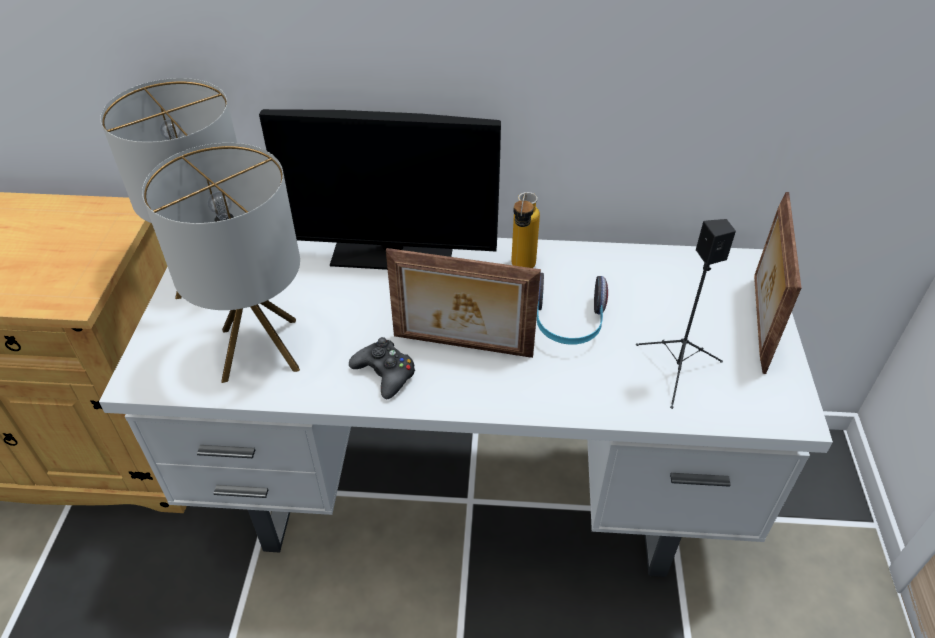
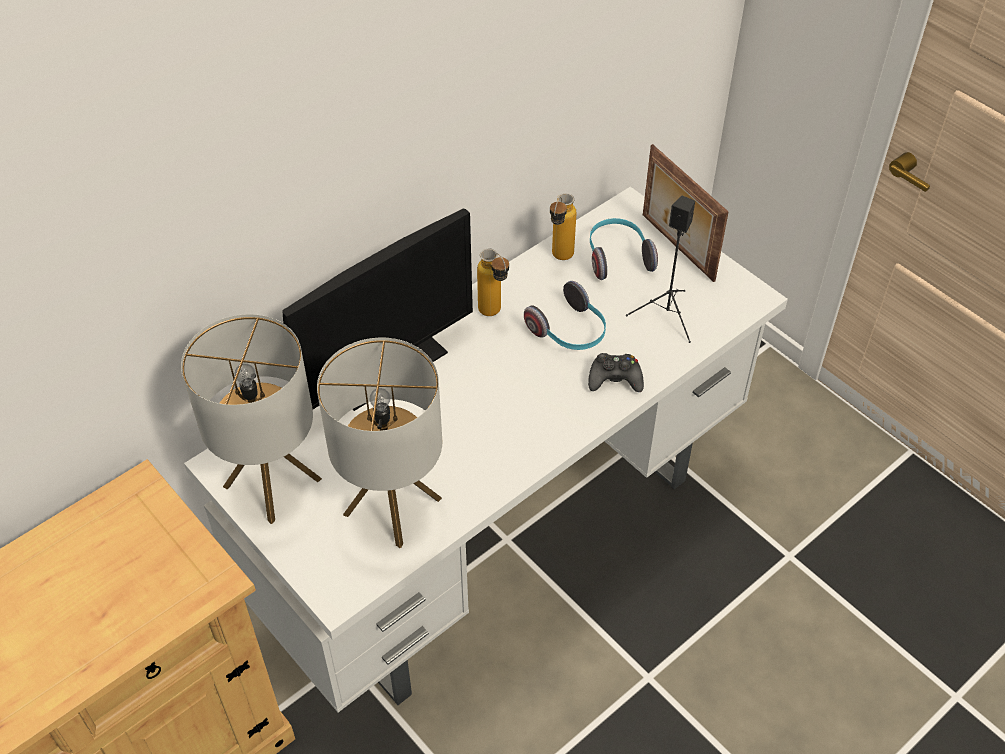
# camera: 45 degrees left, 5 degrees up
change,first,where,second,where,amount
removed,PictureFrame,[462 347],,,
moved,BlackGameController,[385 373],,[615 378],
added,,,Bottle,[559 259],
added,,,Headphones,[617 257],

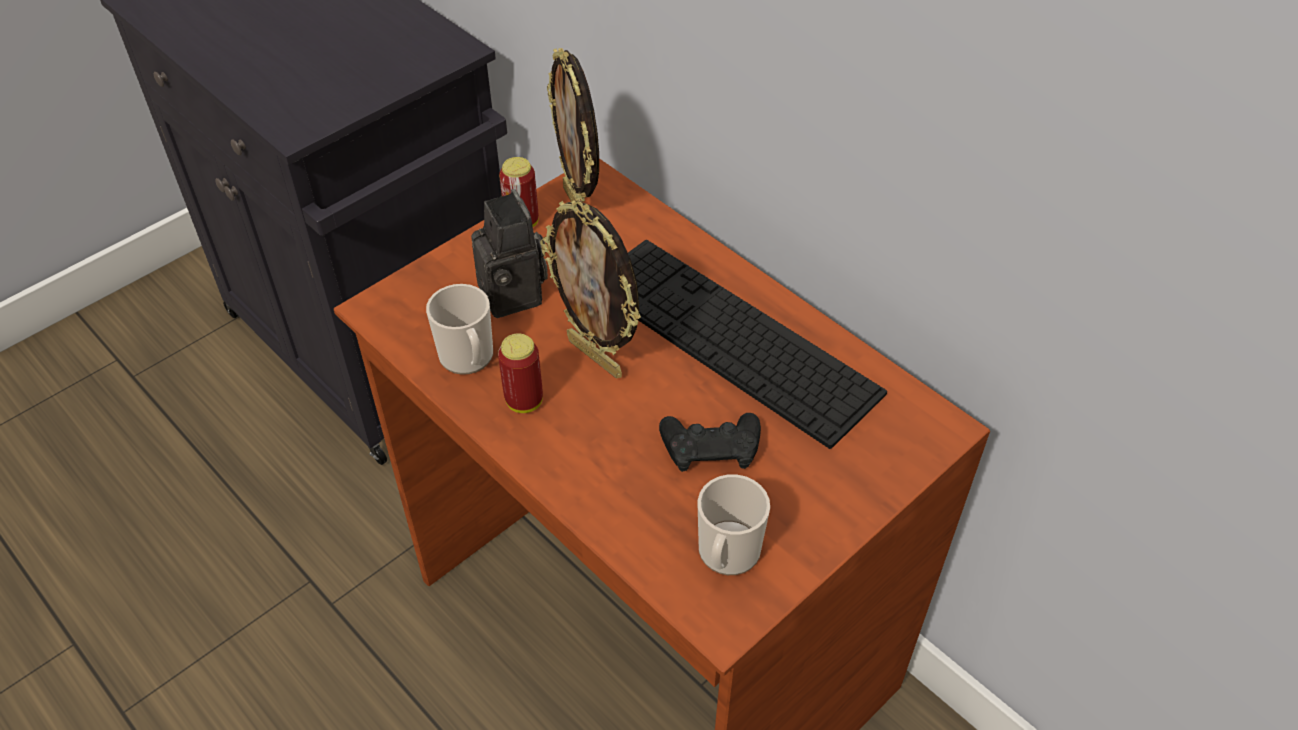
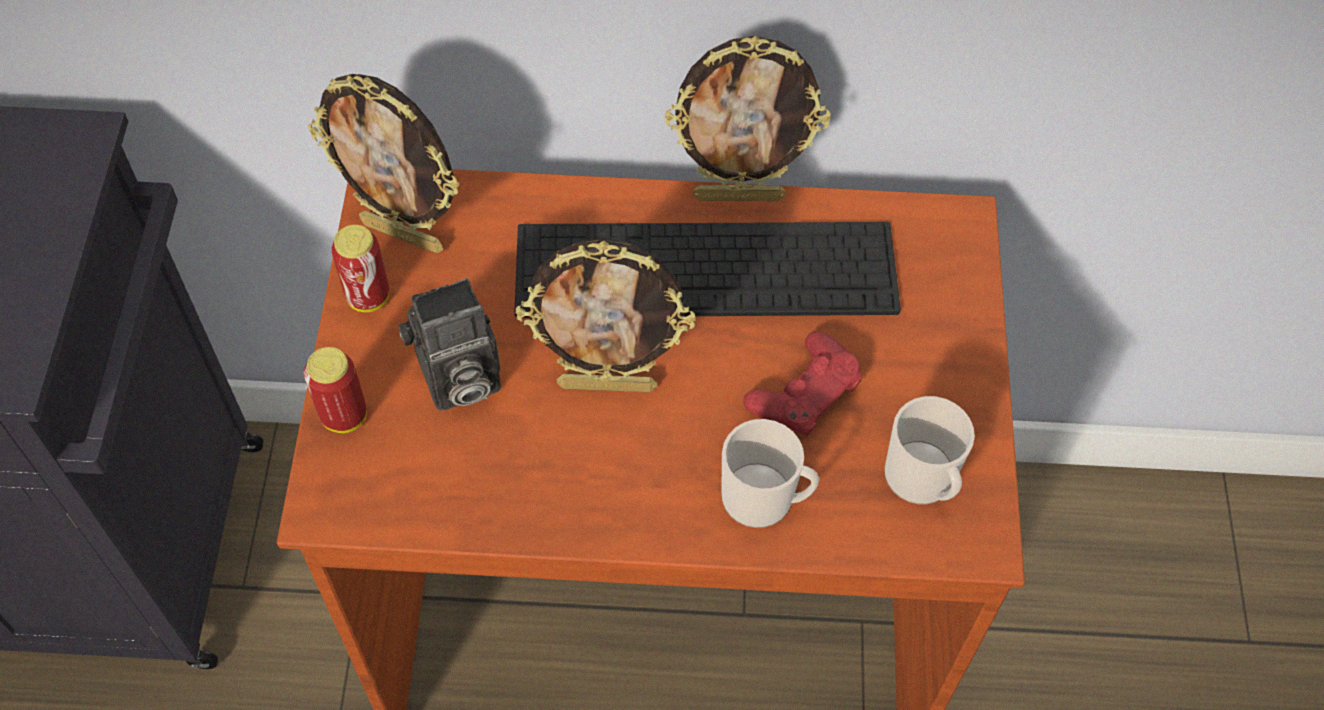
# camera: 45 degrees left, 10 degrees up
change,first,where,second,where,amount
turned,PhotoCamera,[516 296],,[457 381],135 degrees clockwise
moved,Mug,[468 359],,[765 499],
moved,Can,[524 401],,[344 416],
recoloured,BlackGameController,[711 447],RedGameController,[804 393],
added,,,PictureFrame,[739 195],

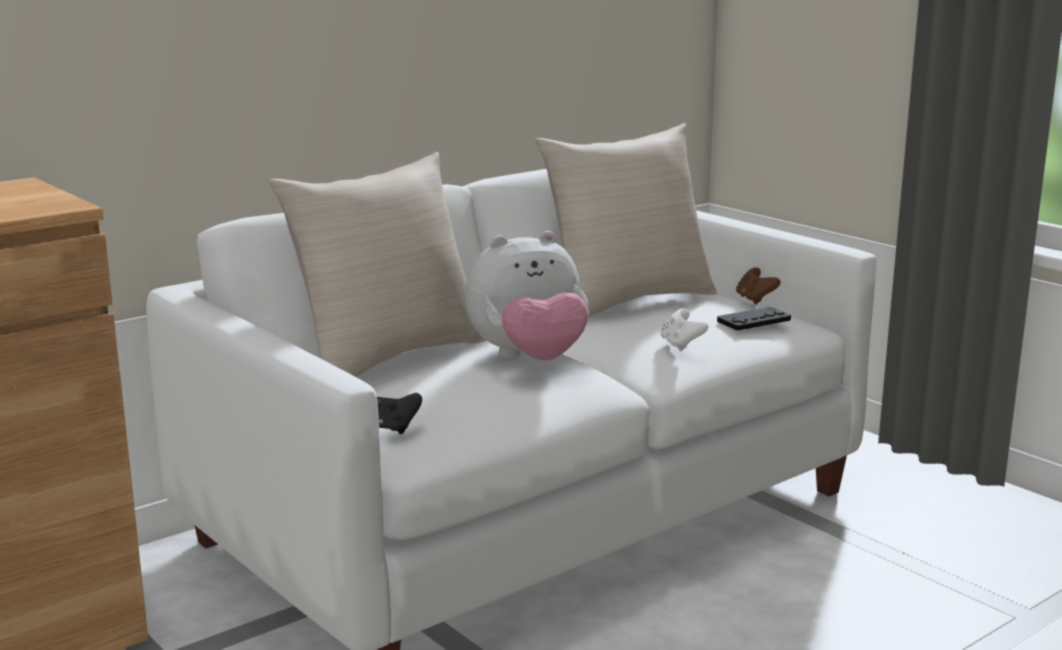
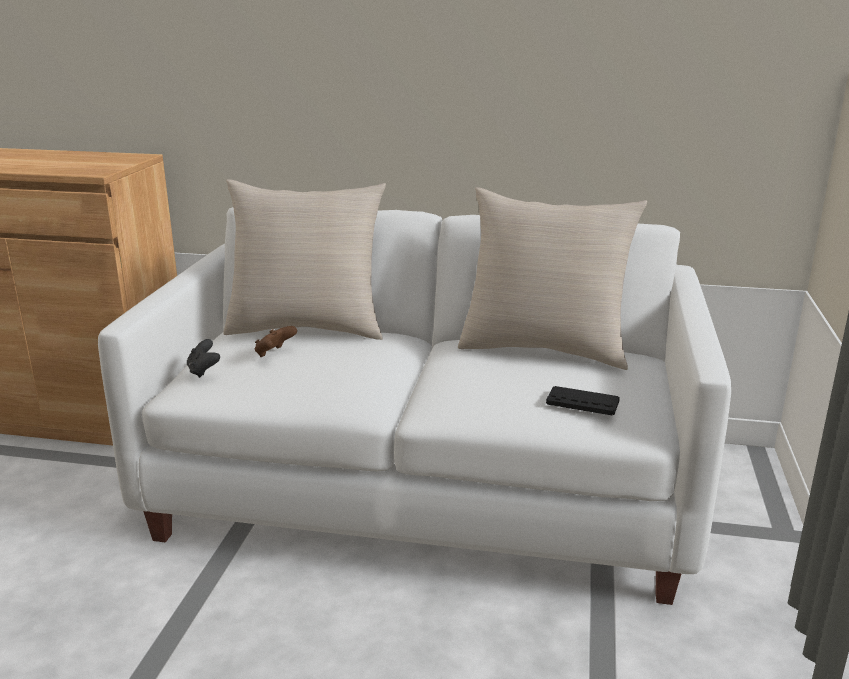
# camera: 50 degrees right, 5 degrees up
change,first,where,second,where,amount
removed,PlushToy,[529 359],,,
moved,BrownGameController,[755 300],,[274 354],
removed,WhiteGameController,[681 345],,,

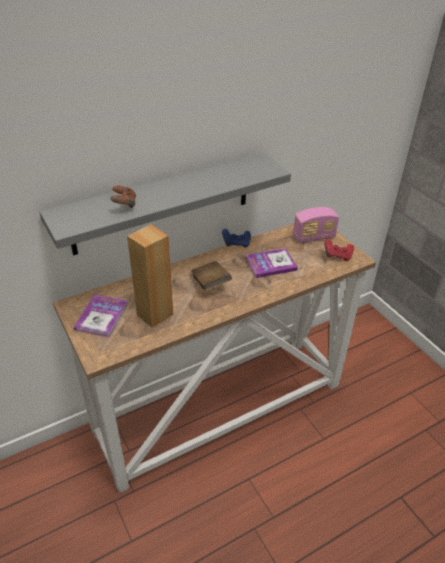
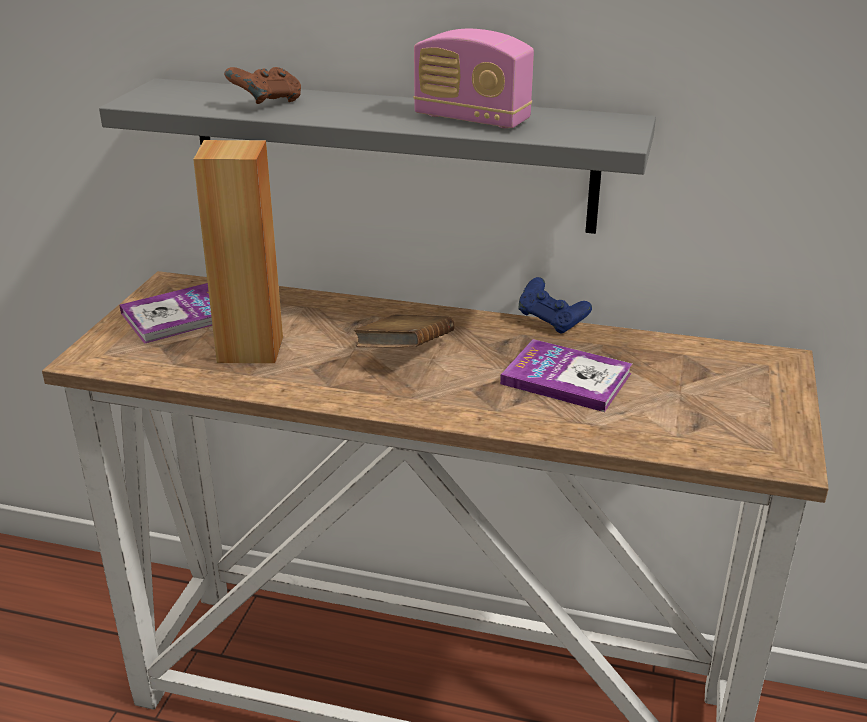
# camera: 45 degrees right, 10 degrees down
change,first,where,second,where,amount
moved,Radio,[313 237],,[471 119],
removed,RedGameController,[337 256],,,

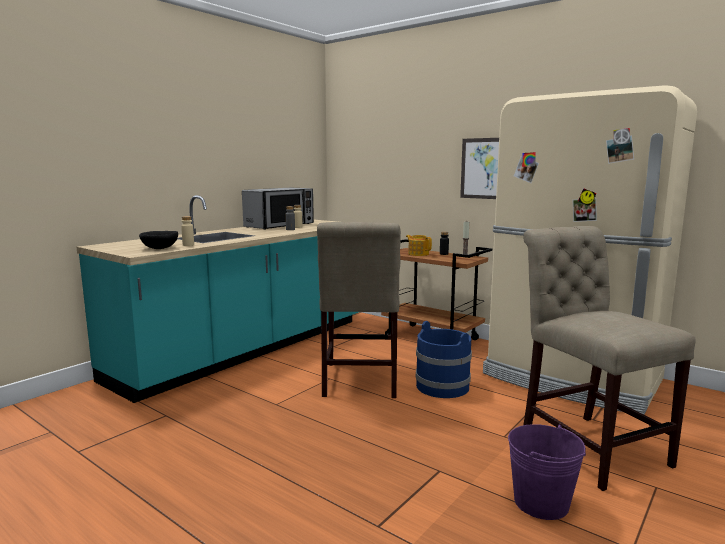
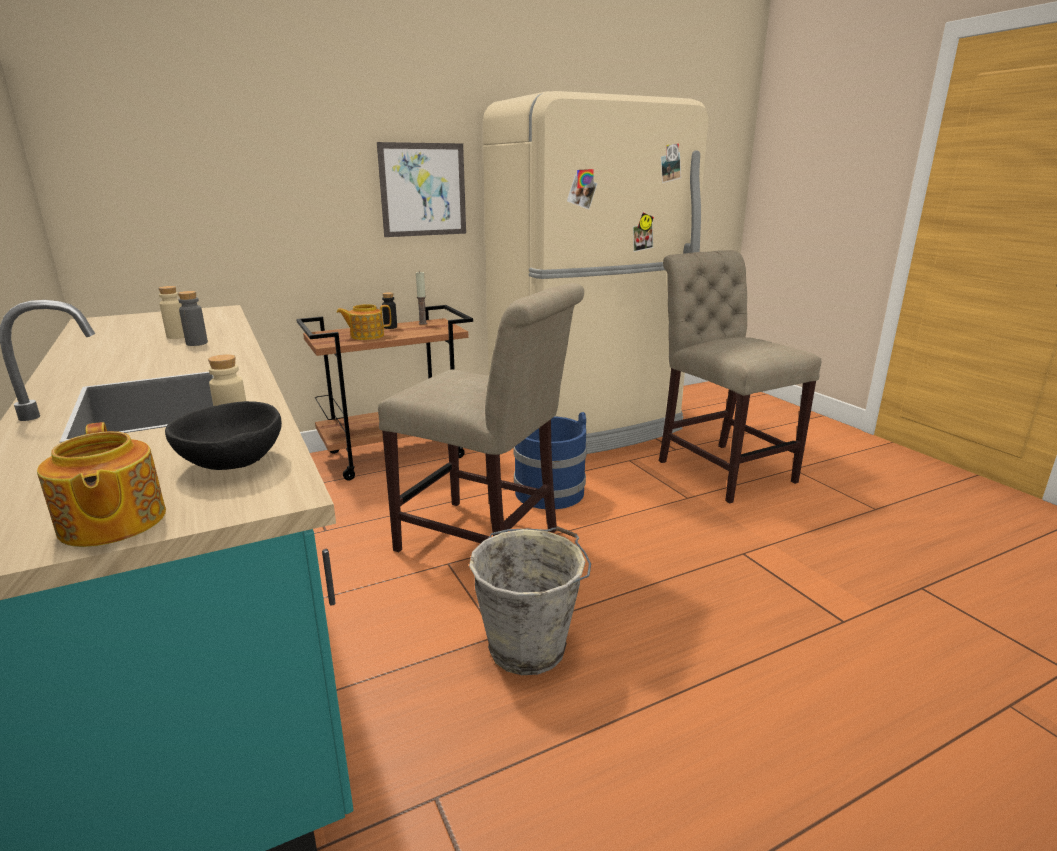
# camera: 65 degrees left, 10 degrees up
change,first,where,second,where,amount
removed,Microwave,[280 225],,,
turned,BeigeChair,[588 445],,[720 468],60 degrees clockwise
removed,PurpleBucket,[541 502],,,
added,,,Teapot,[111 523],
added,,,GreyBucket,[529 646],

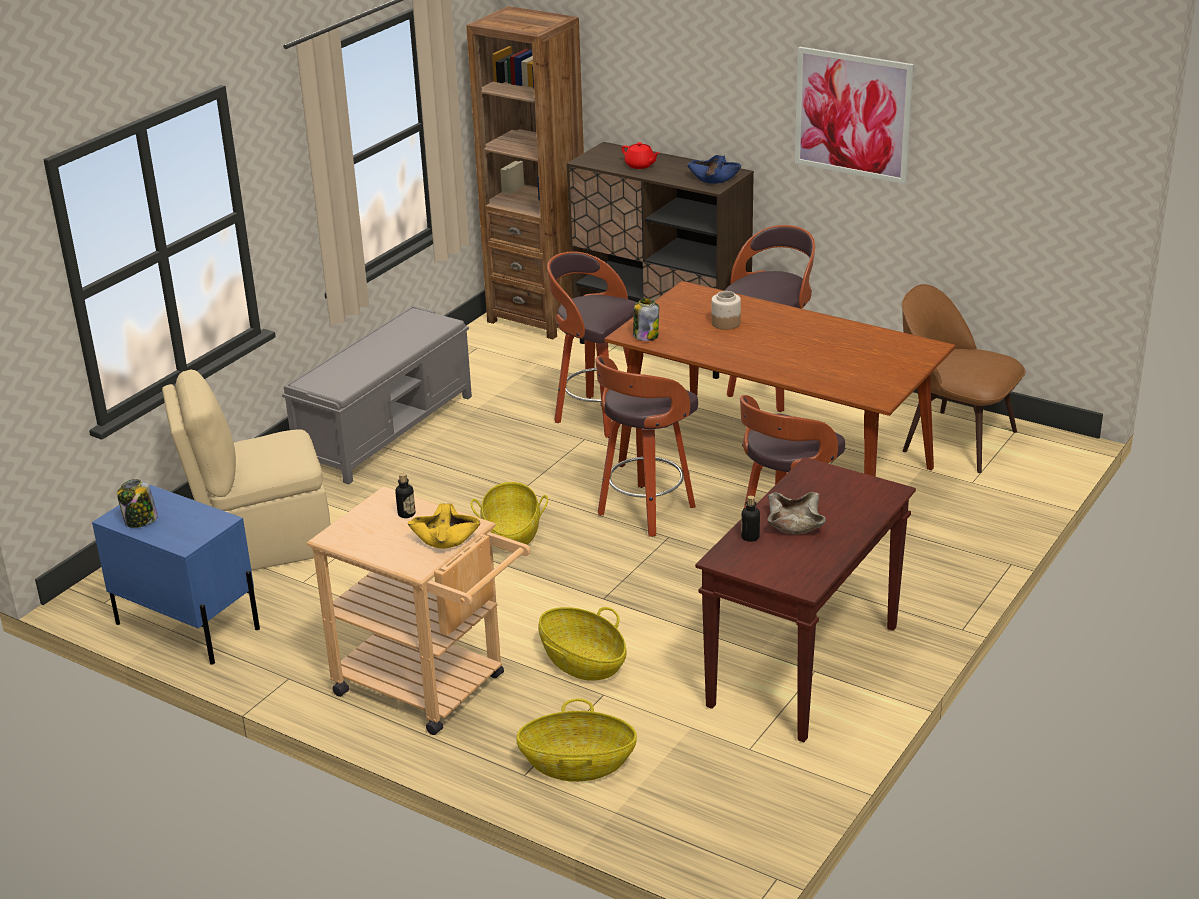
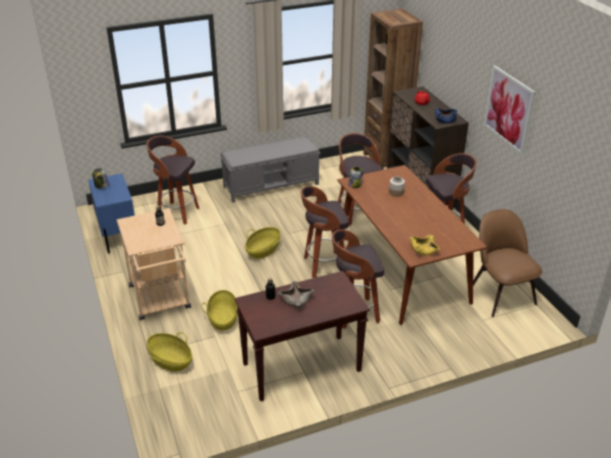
# camera: 35 degrees right, 5 degrees up
change,first,where,second,where,amount
replaced,BeigeChair,[261 543],Stool,[177 213],
moved,YellowBowl,[445 537],,[424 249],

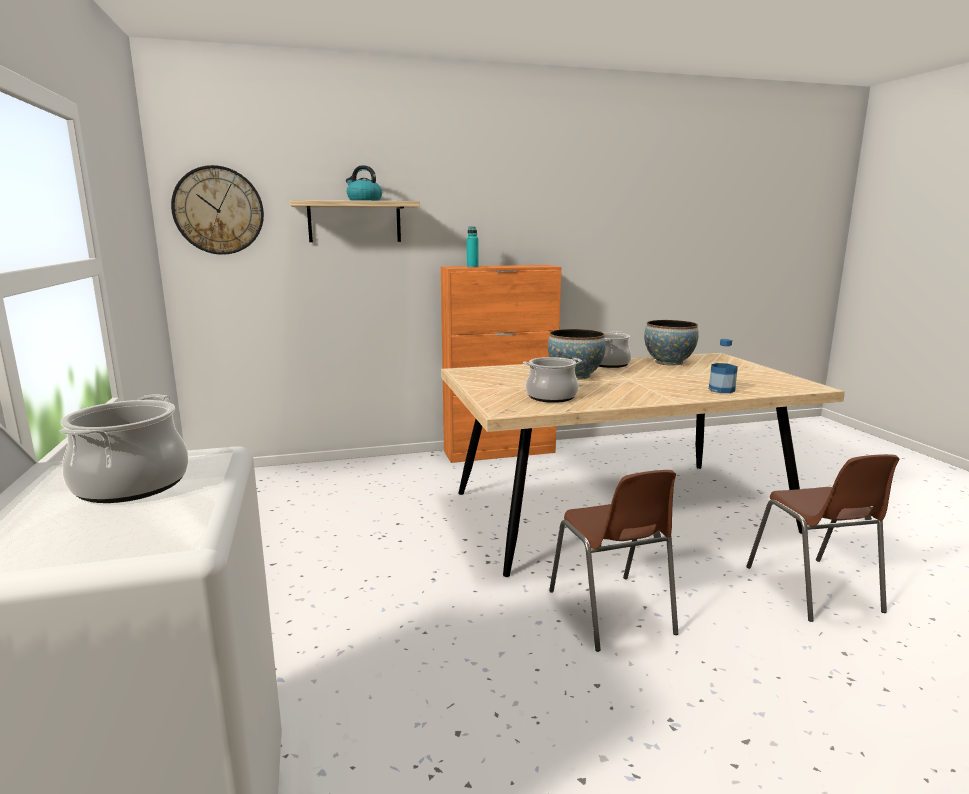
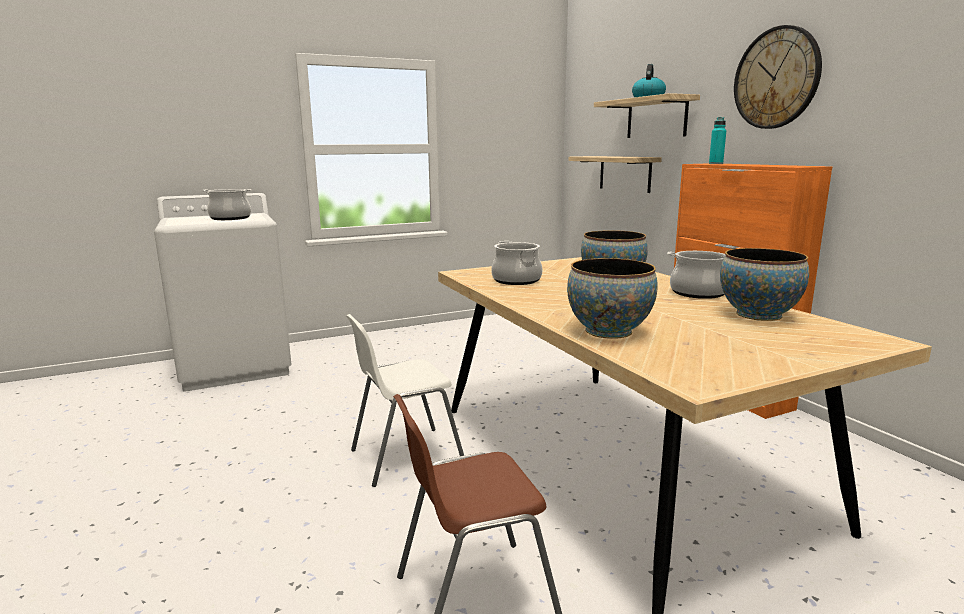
# camera: 80 degrees right, 0 degrees up
change,first,where,second,where,amount
moved,WallClock,[218 210],,[776 78],
replaced,Bottle,[721 390],Bowl,[608 331],
recoloured,BrownChair,[611 612],WhiteChair,[405 456],
added,,,Shelf,[625 173],

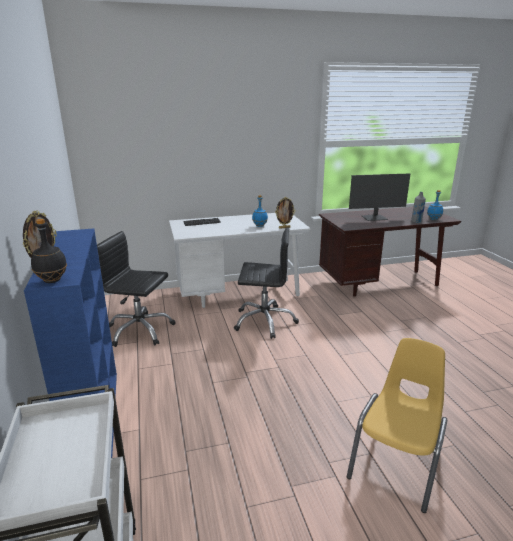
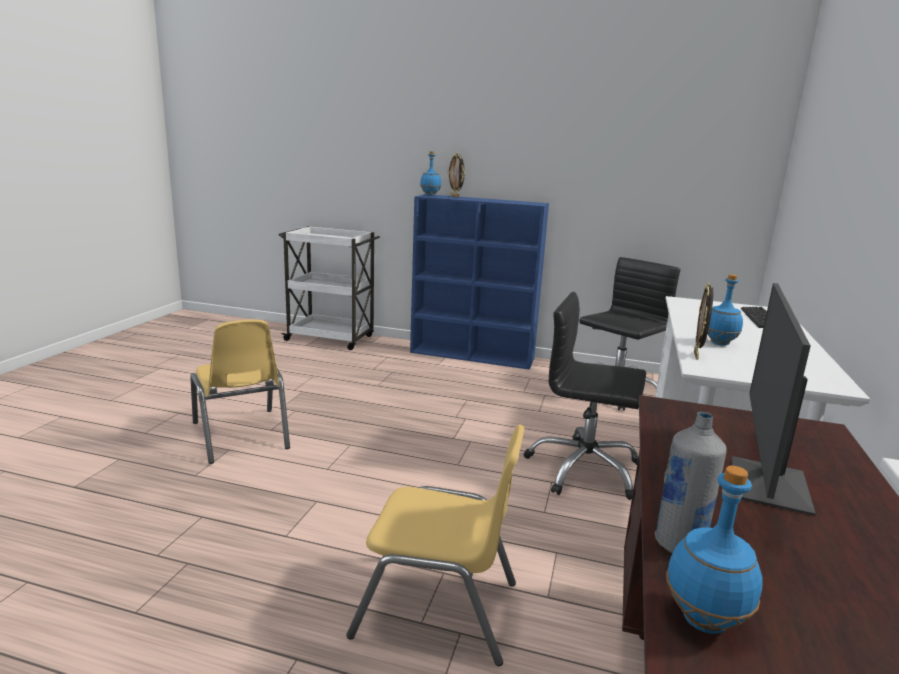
# camera: 120 degrees right, 5 degrees down
change,first,where,second,where,amount
recoloured,BlackBottle,[51 280],BlueBottle,[430 195],
turned,BlackOfficeChair,[264 321],,[584 469],75 degrees clockwise
added,,,YellowChair,[437 609],

